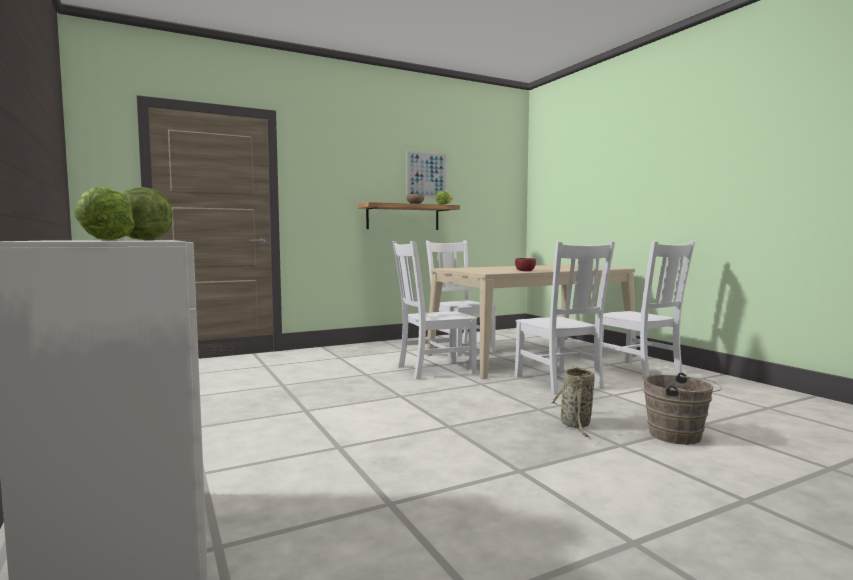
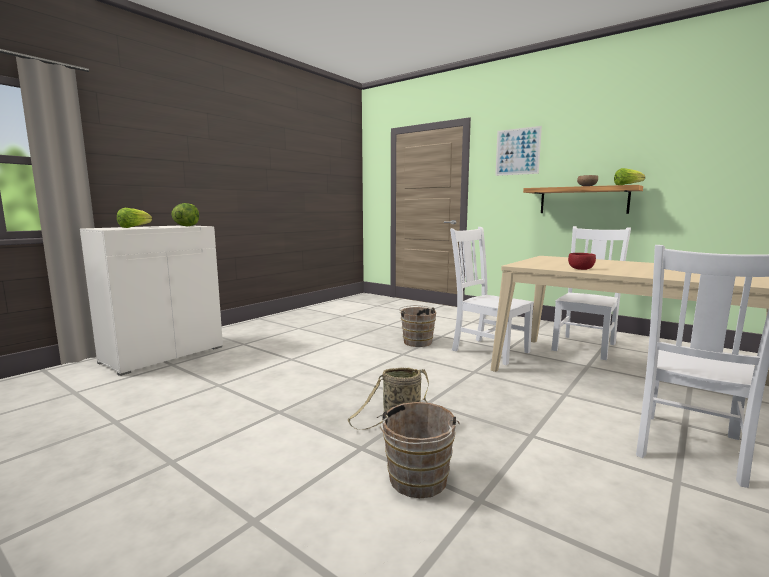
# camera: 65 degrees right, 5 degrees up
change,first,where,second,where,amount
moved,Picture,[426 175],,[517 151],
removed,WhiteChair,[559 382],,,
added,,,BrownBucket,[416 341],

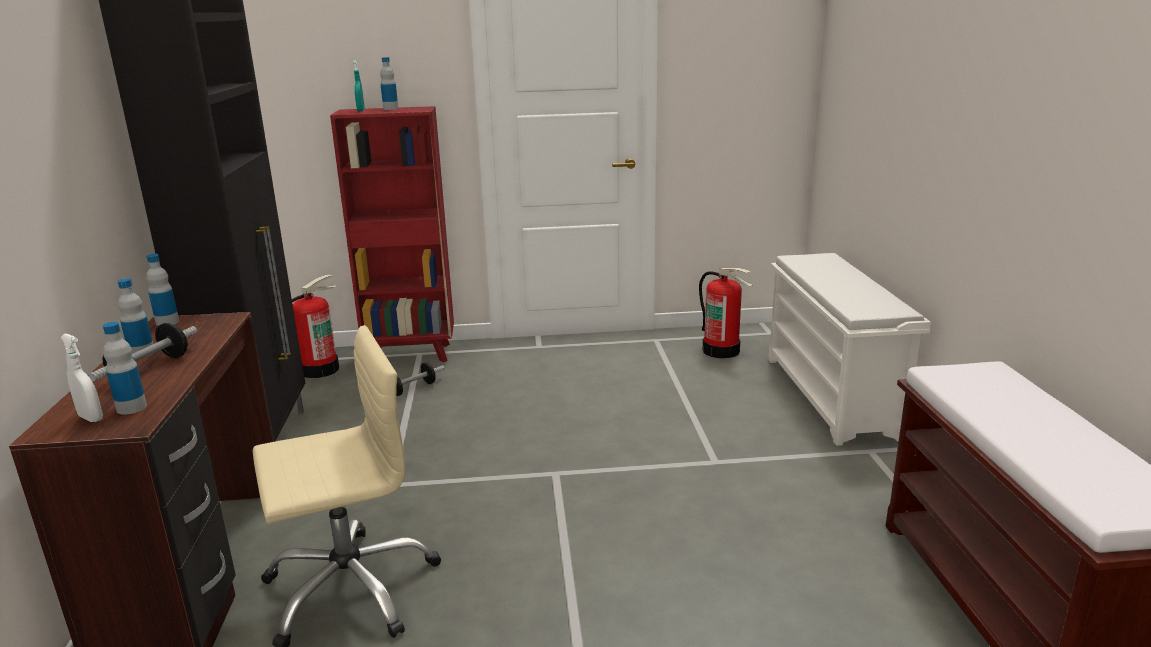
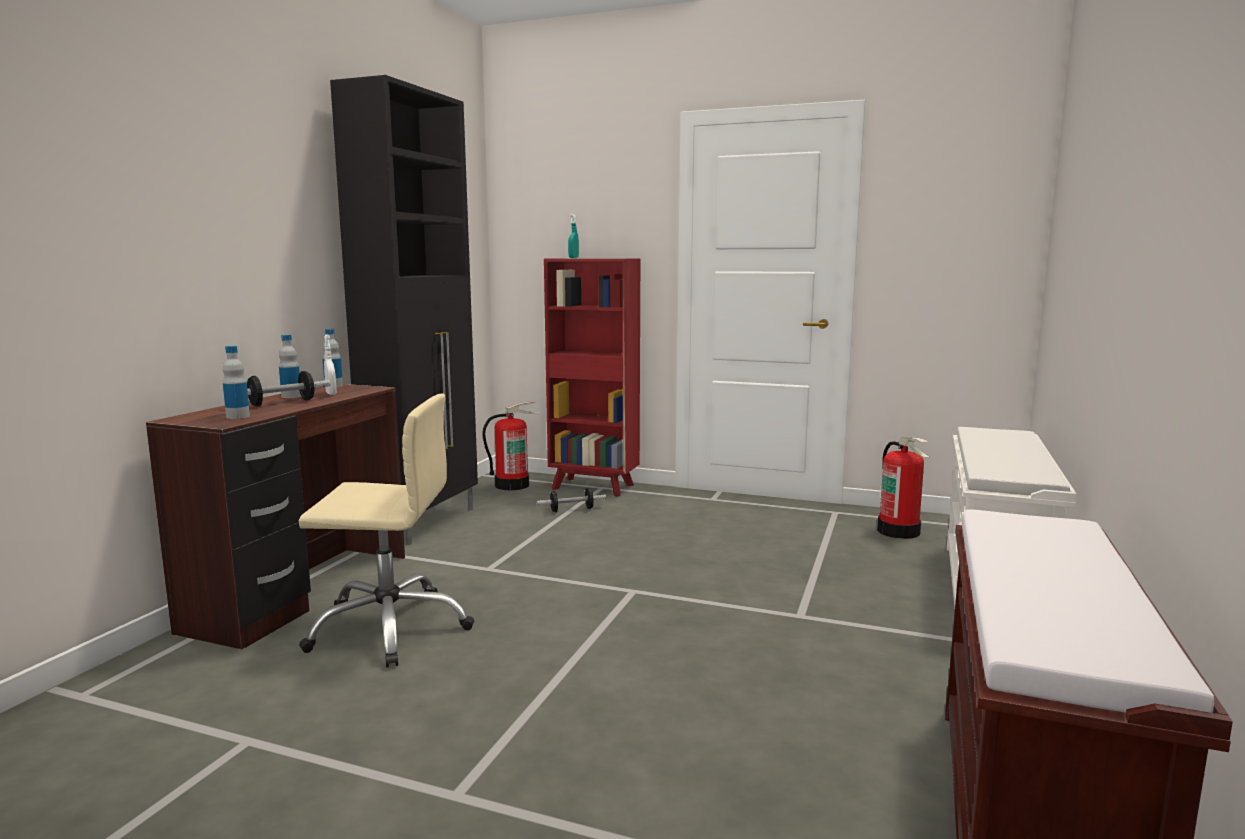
# camera: 25 degrees right, 10 degrees down
change,first,where,second,where,amount
removed,Bottle,[390 109],,,
moved,WhiteSprayBottle,[91 418],,[331 394],

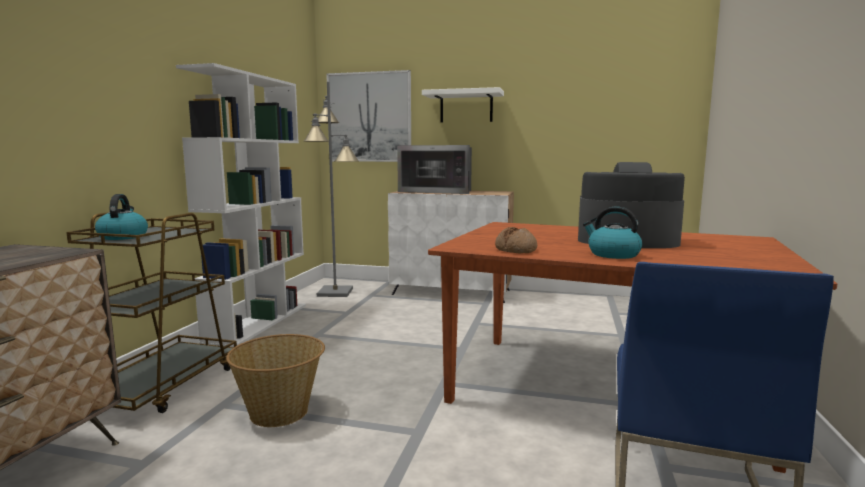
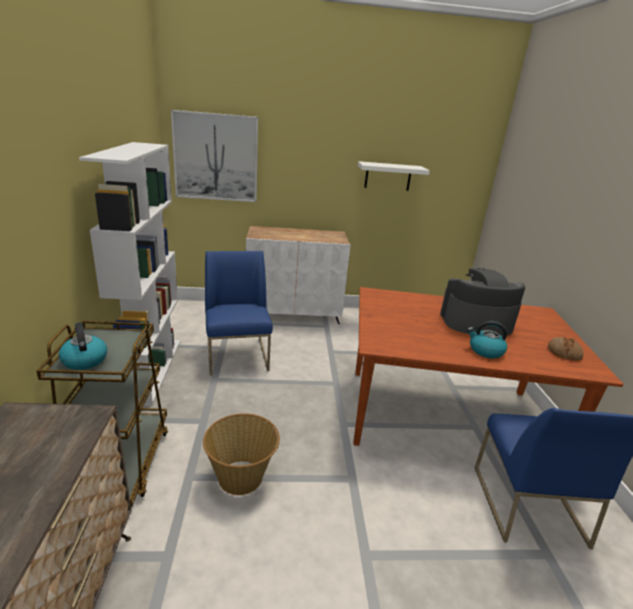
# camera: 20 degrees left, 15 degrees up
change,first,where,second,where,amount
removed,GreyFloorLamp,[335 292],,,
moved,WhiteShelf,[466 107],,[388 176],
removed,Microwave,[439 191],,,
moved,Bread,[516 249],,[564 353],
added,,,BlueChair,[238 356],

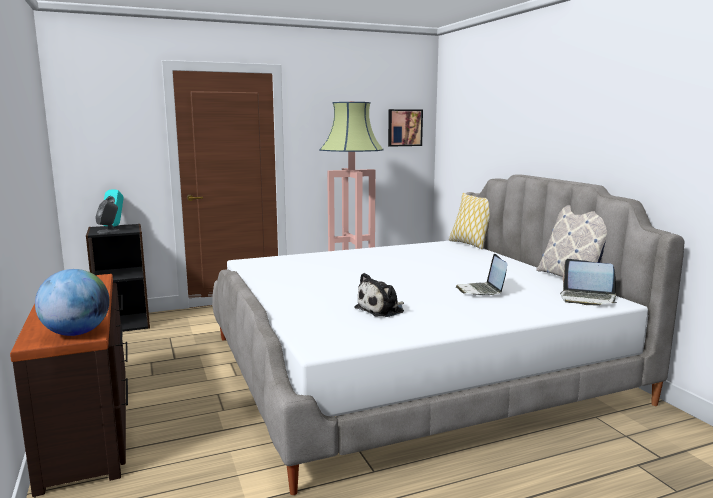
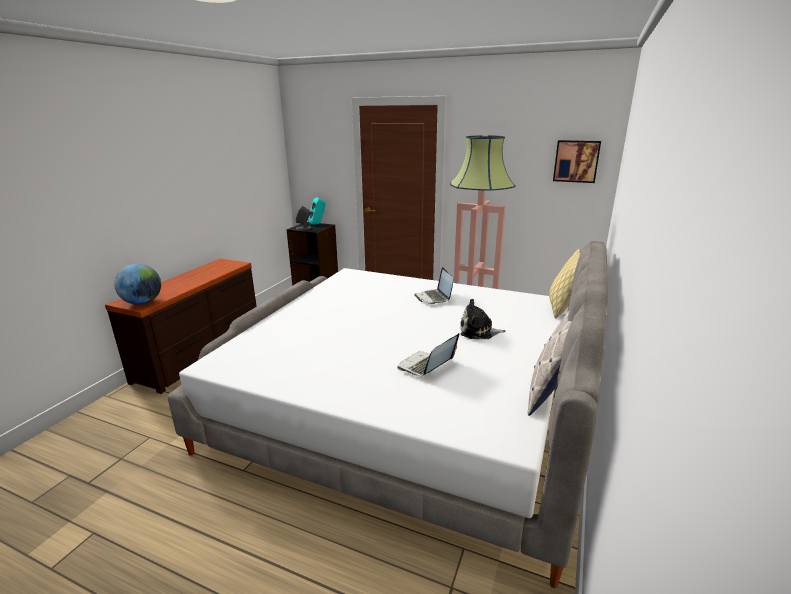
# camera: 45 degrees right, 10 degrees up
change,first,where,second,where,amount
moved,Laptop,[587 298],,[434 298],
moved,PlushToy,[382 310],,[478 331],

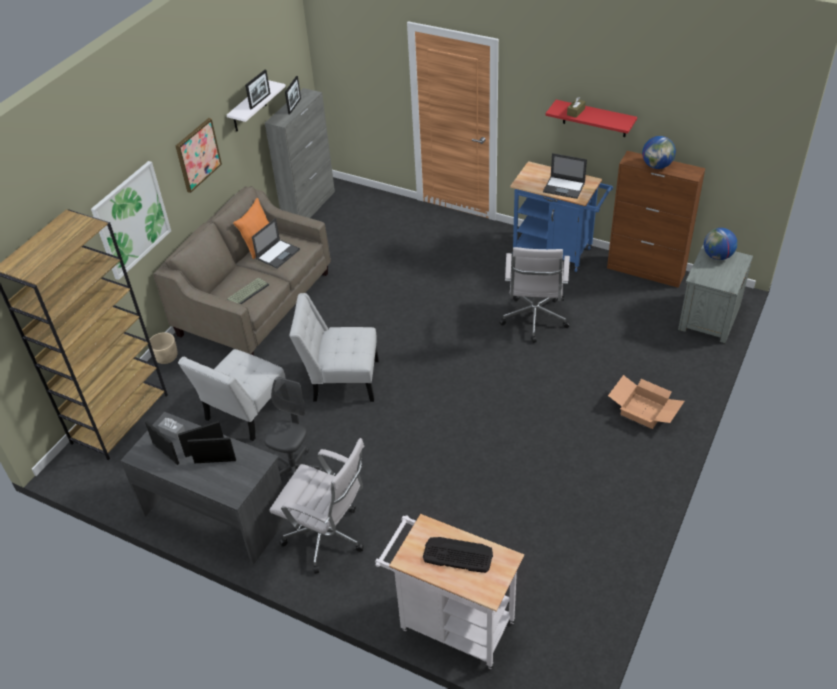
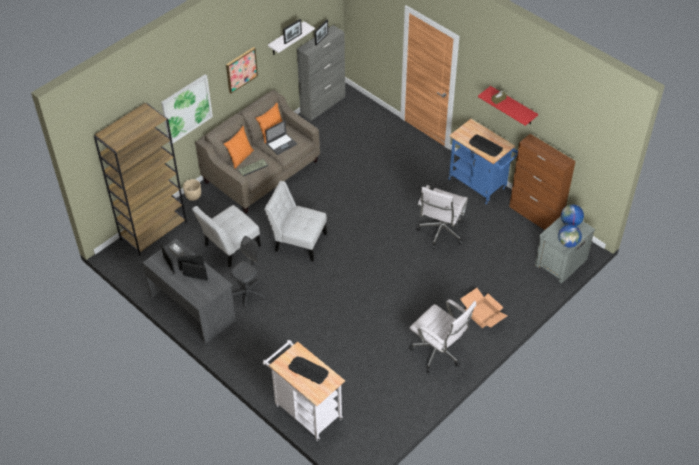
# camera: 15 degrees right, 5 degrees up
change,first,where,second,where,amount
moved,Globe,[657 166],,[568 243],
replaced,Laptop,[564 187],Keyboard,[485 146],
moved,WhiteOfficeChair,[328 538],,[439 353],
added,,,OrangePillow,[240 157],

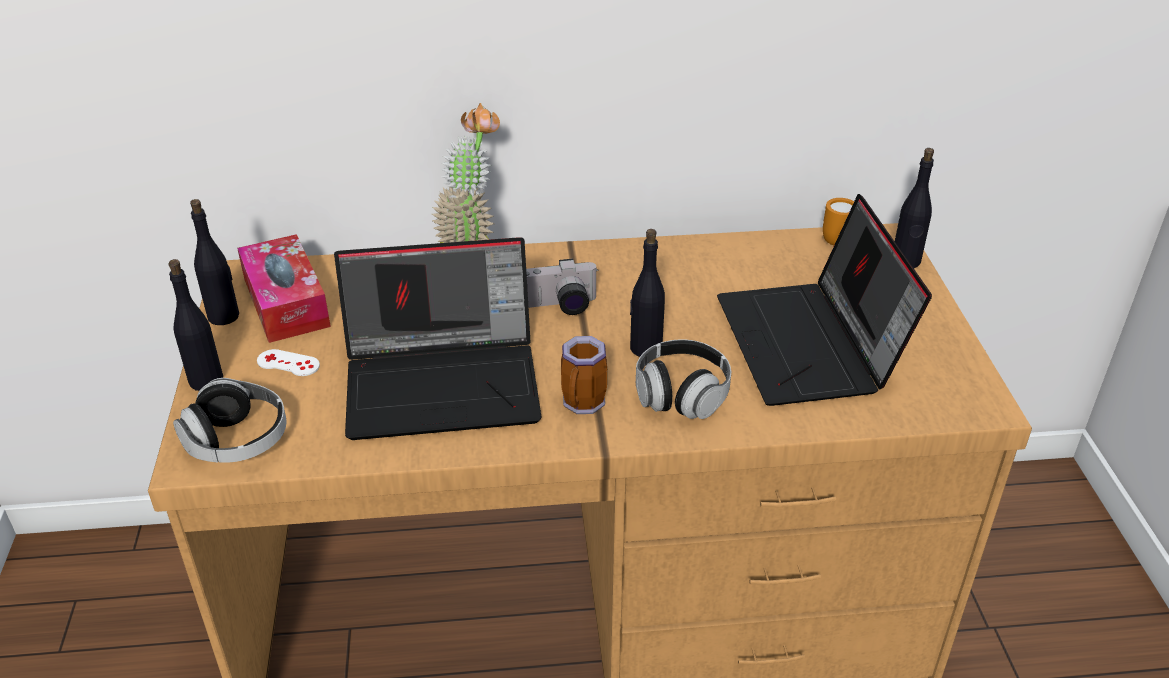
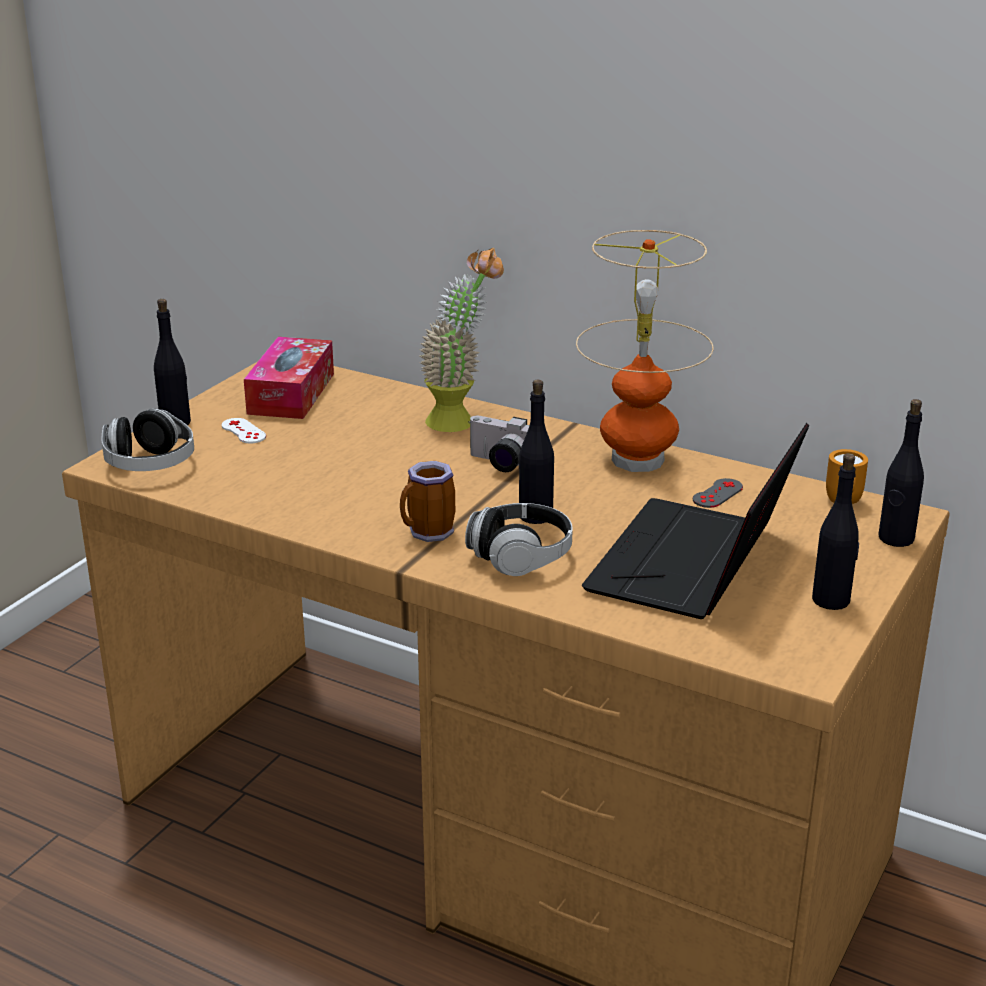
# camera: 35 degrees right, 10 degrees down
change,first,where,second,where,amount
moved,BlackBottle,[224 316],,[831 600],
removed,Laptop,[445 382],,,
added,,,TableLamp,[638 460],
added,,,GreyGameController,[717 493],

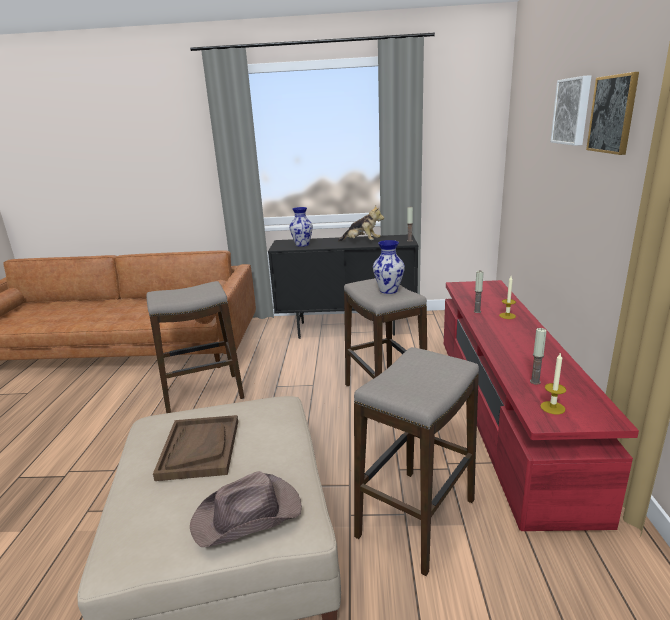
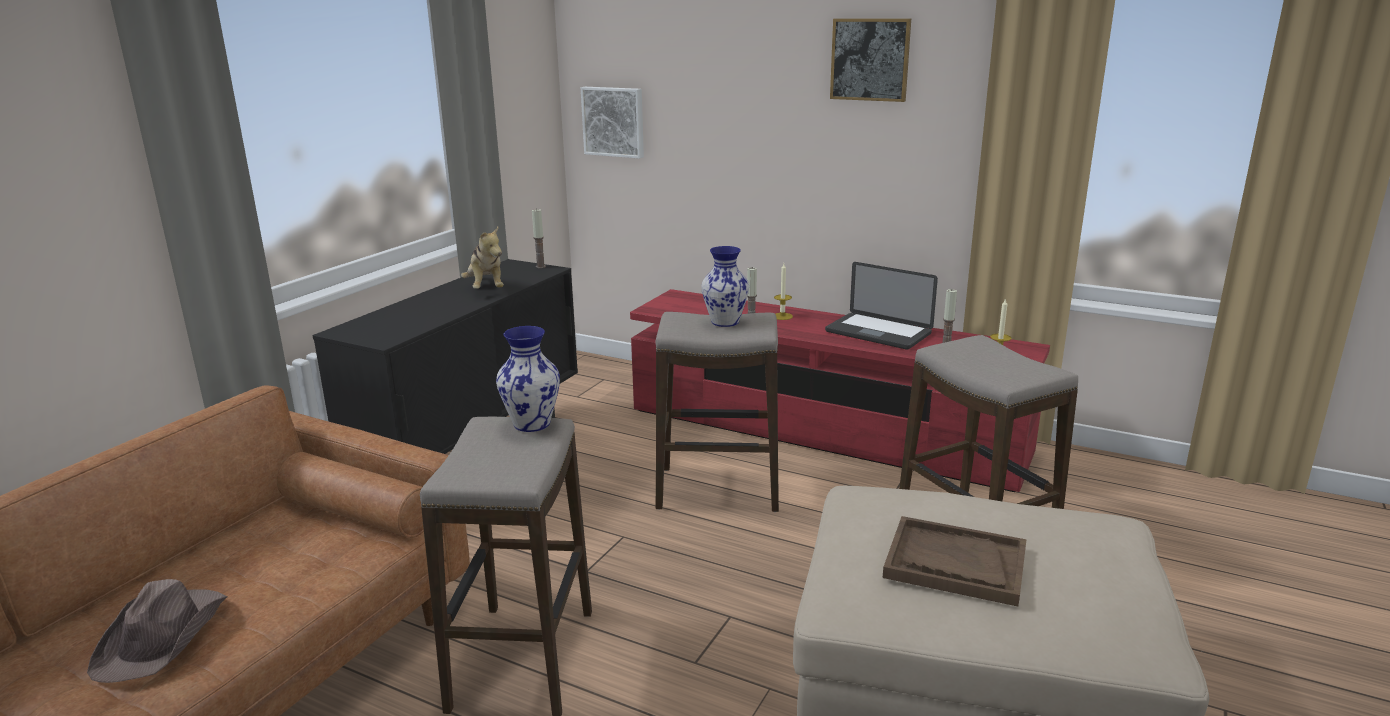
# camera: 65 degrees left, 0 degrees up
change,first,where,second,where,amount
moved,Picture,[573 111],,[614 121],
turned,PlushToy,[361 242],,[486 288],105 degrees clockwise
moved,Vase,[302 244],,[532 423],
moved,BrownHat,[248 515],,[163 635],
added,,,Laptop,[878 333],

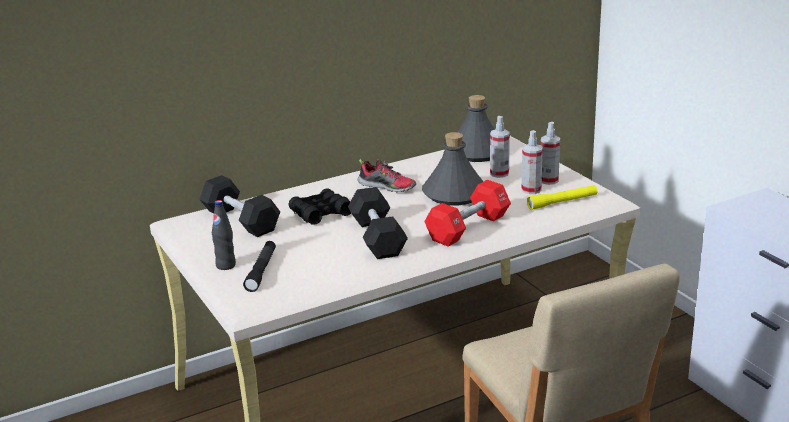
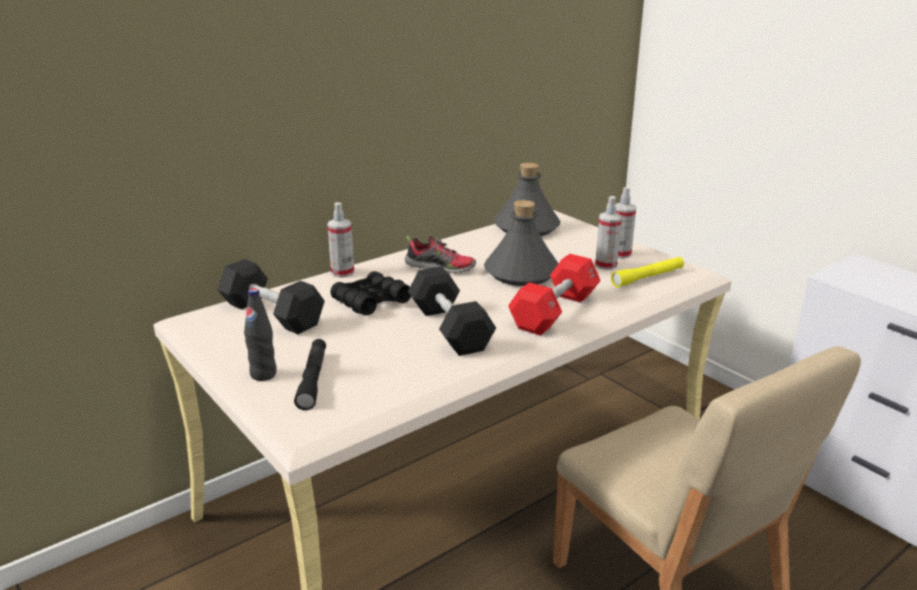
# camera: 10 degrees left, 0 degrees up
change,first,where,second,where,amount
moved,SprayBottle,[499 173],,[342 273],

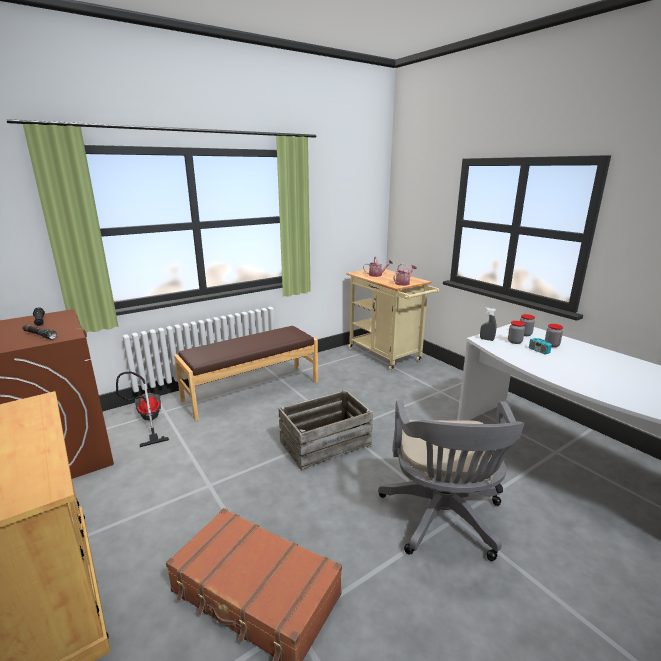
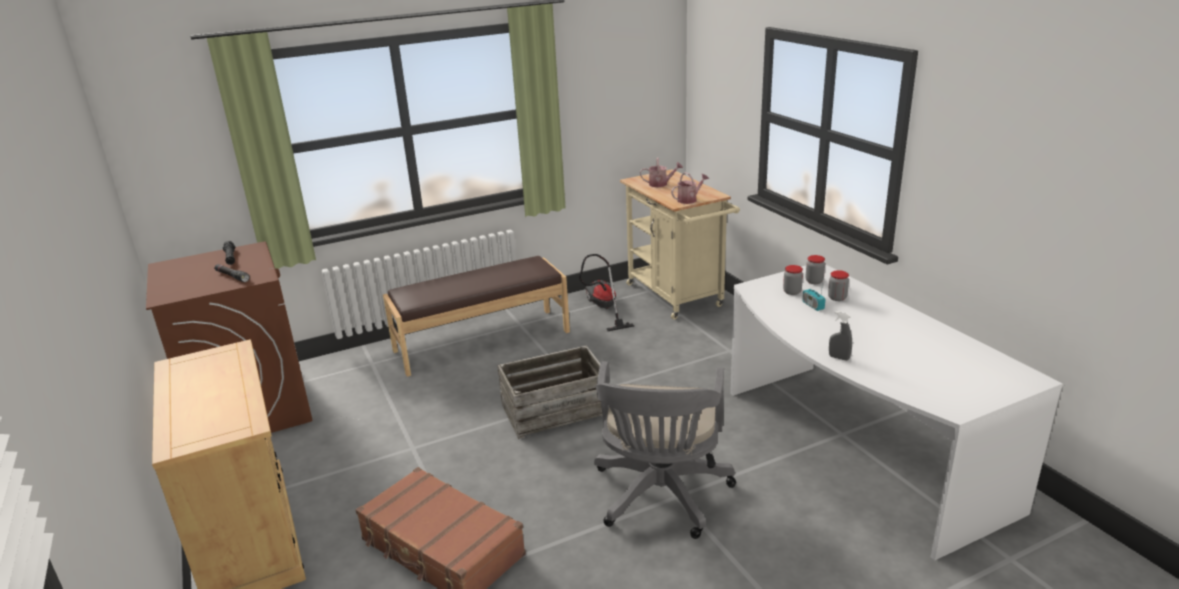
# camera: 10 degrees right, 5 degrees up
change,first,where,second,where,amount
moved,GreySprayBottle,[486 339],,[839 358],
moved,VacuumCleaner,[148 421],,[603 309],

